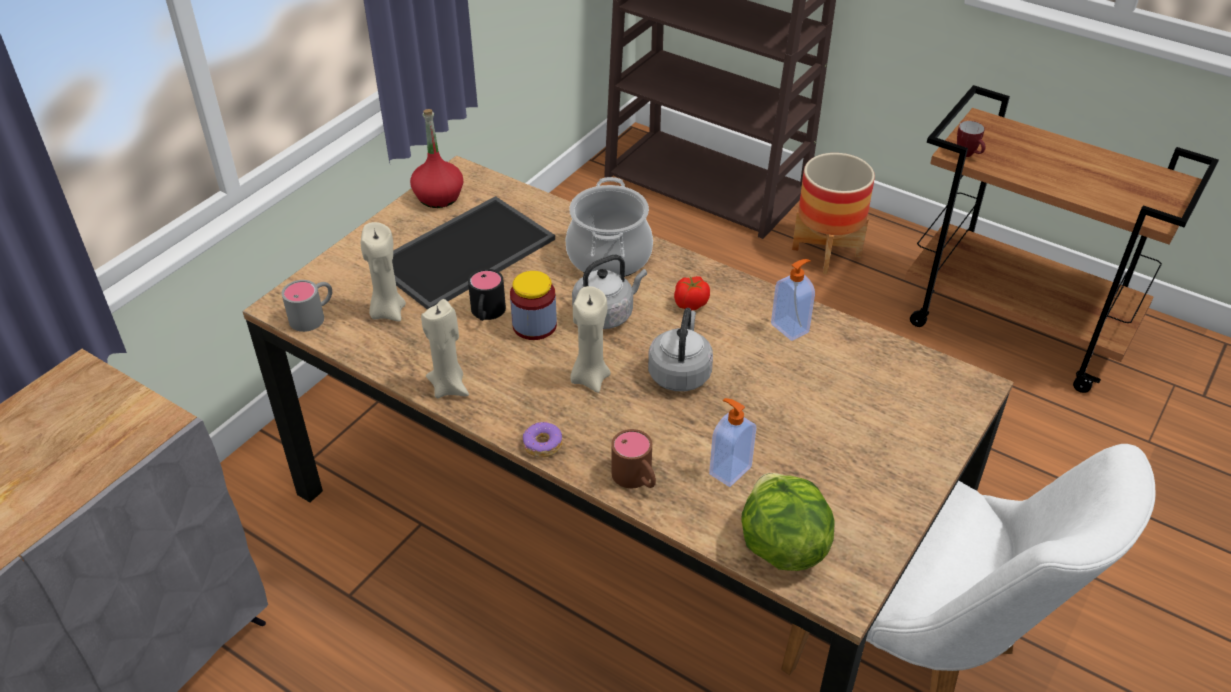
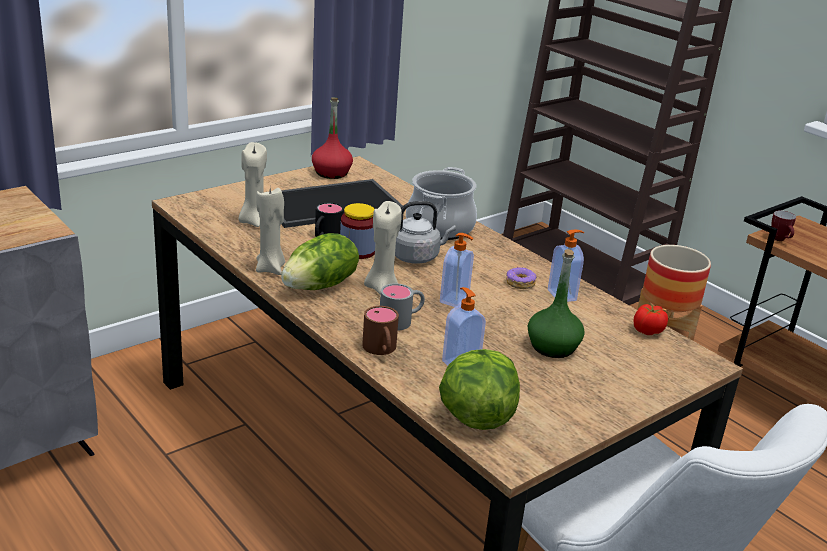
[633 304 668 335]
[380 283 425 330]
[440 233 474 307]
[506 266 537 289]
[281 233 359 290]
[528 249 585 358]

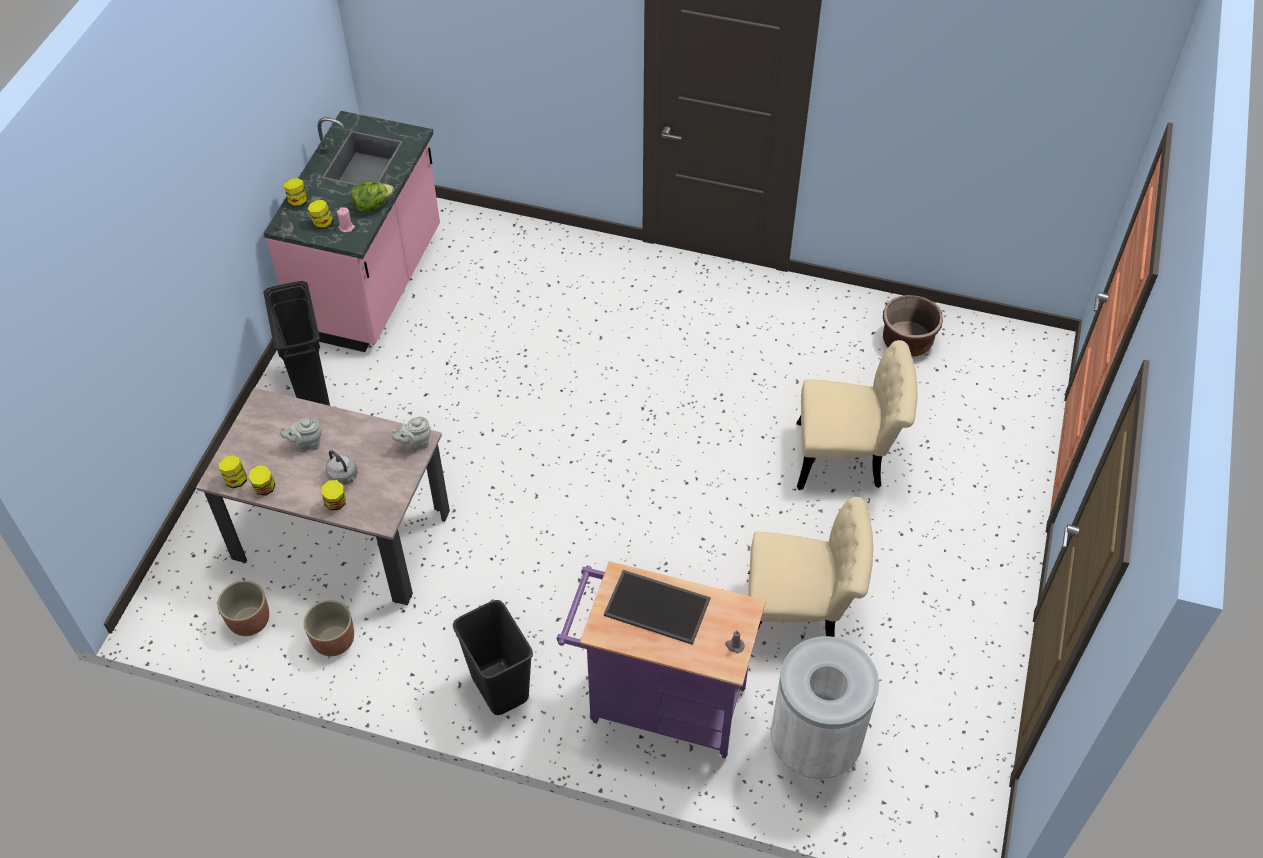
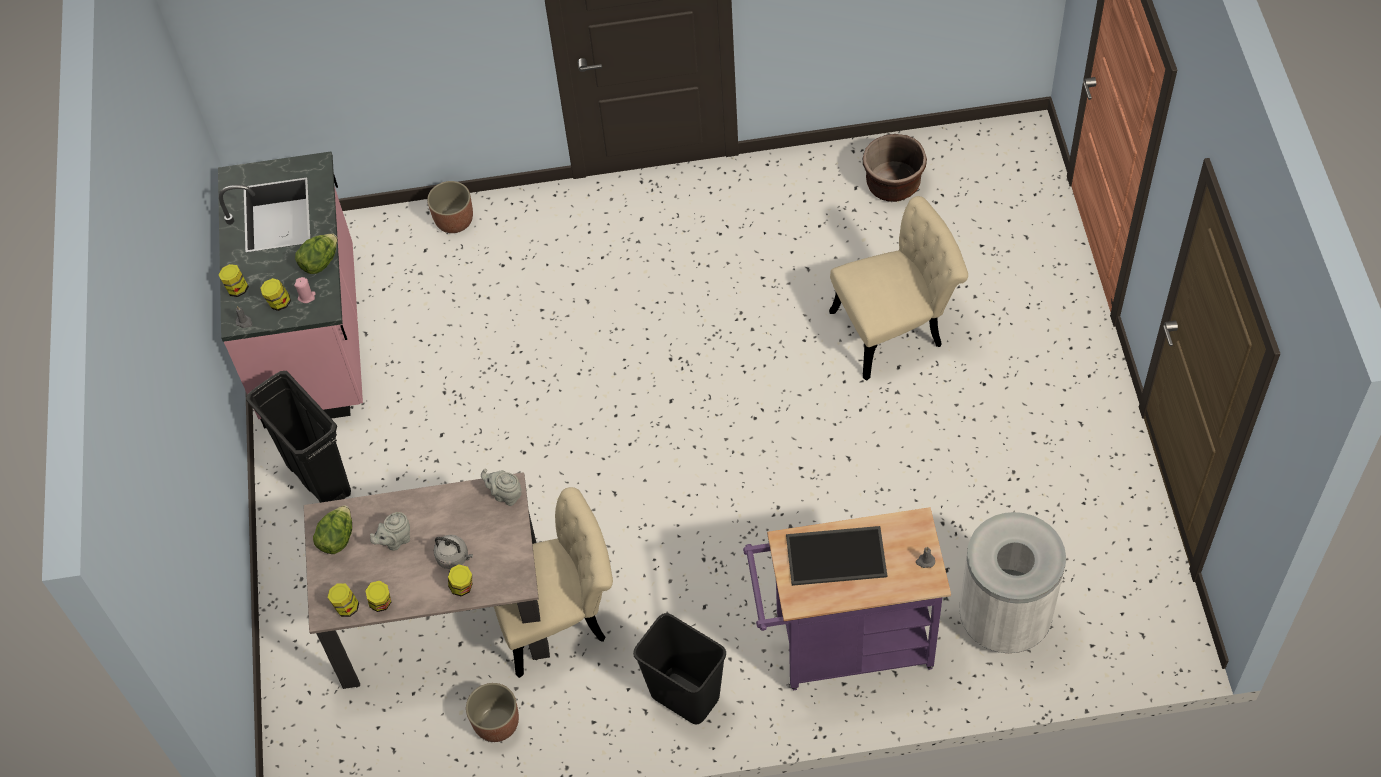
[481 469 522 506]
[494 487 613 678]
[427 181 473 233]
[313 505 352 554]

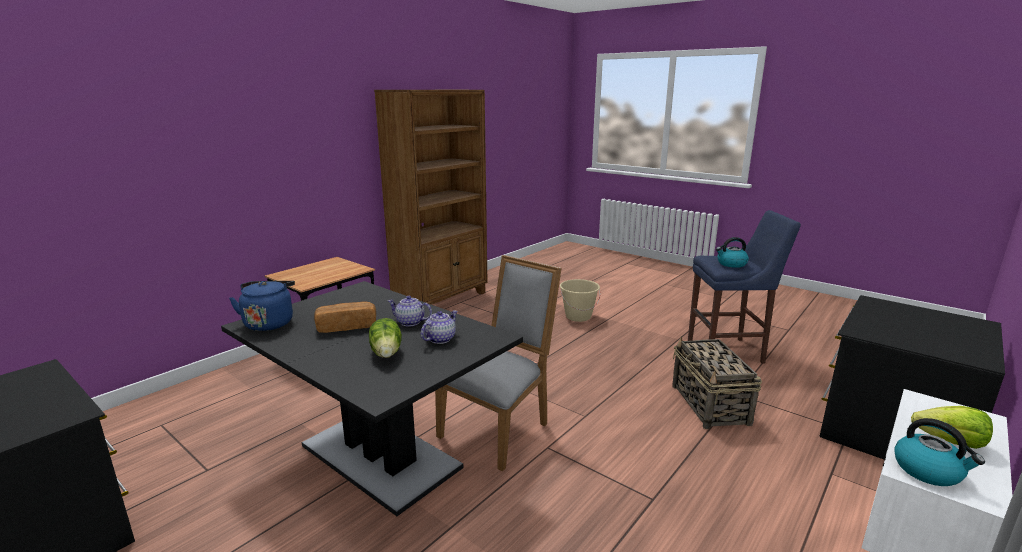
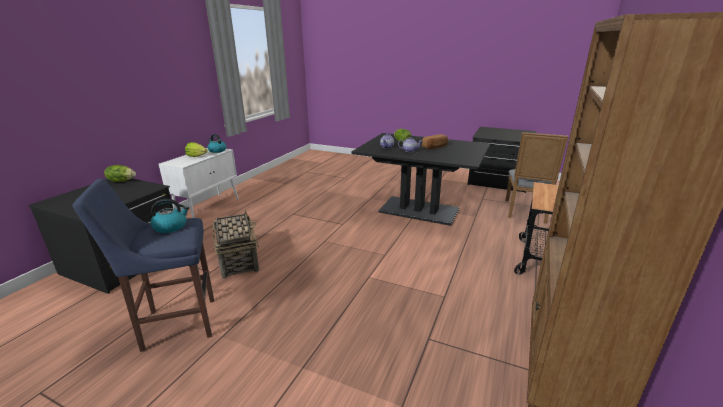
[506 132 568 223]
[560 279 600 322] (first image)
[229 281 295 331] (first image)
[104 165 136 182]

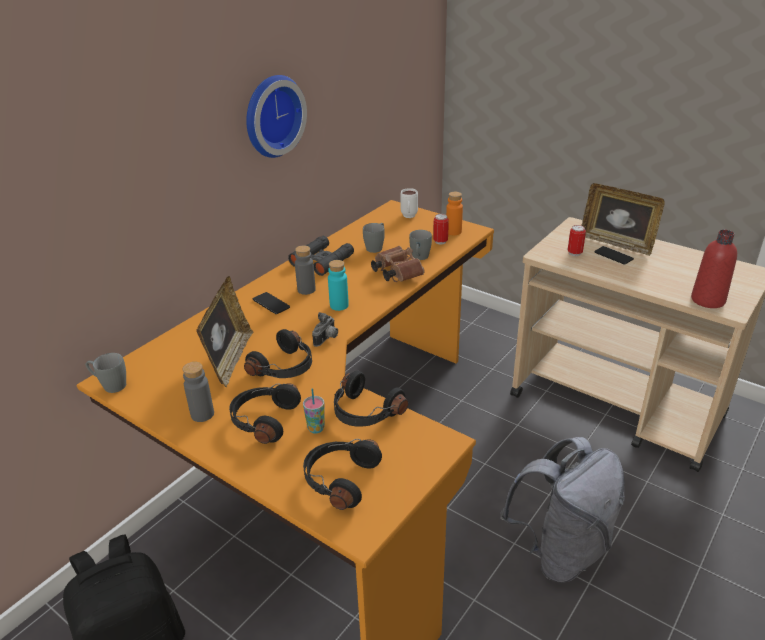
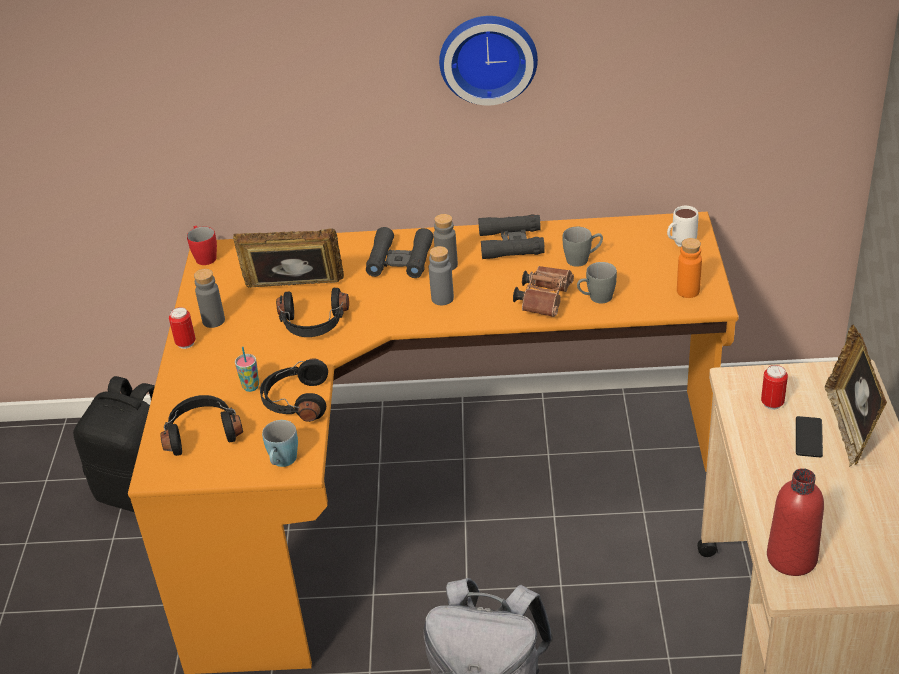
[169 307 196 349]
[429 246 454 305]
[233 229 344 288]
[366 227 434 278]
[312 312 338 347] (first image)
[187 226 217 265]
[229 383 301 444] (first image)
[262 420 298 467]

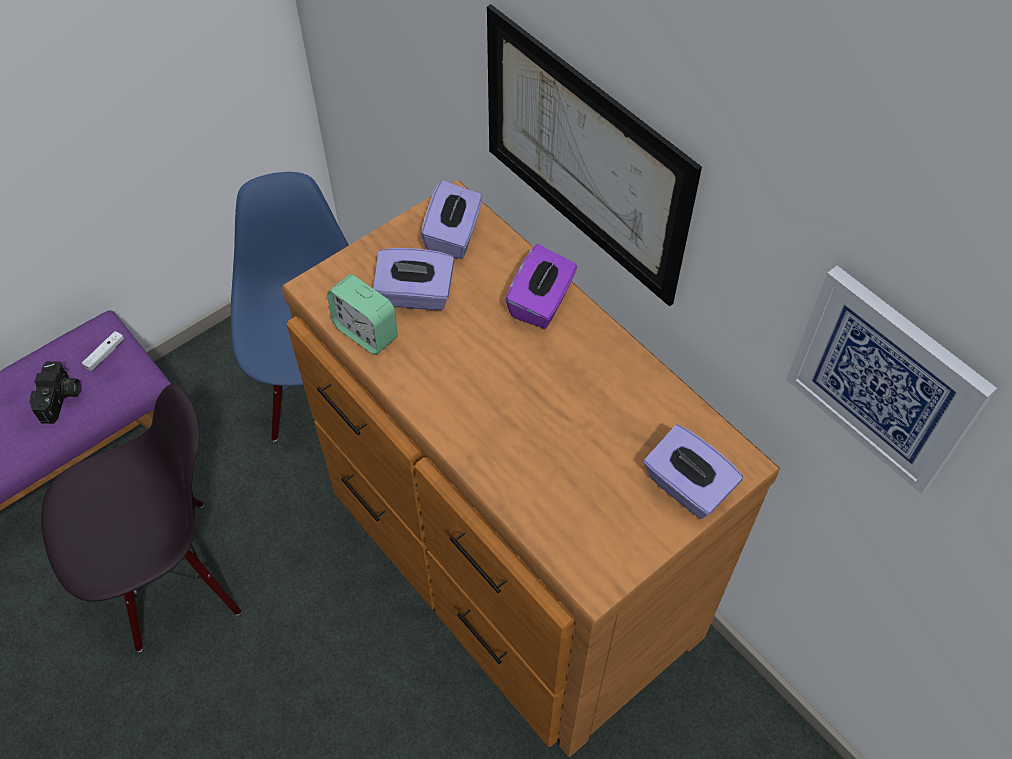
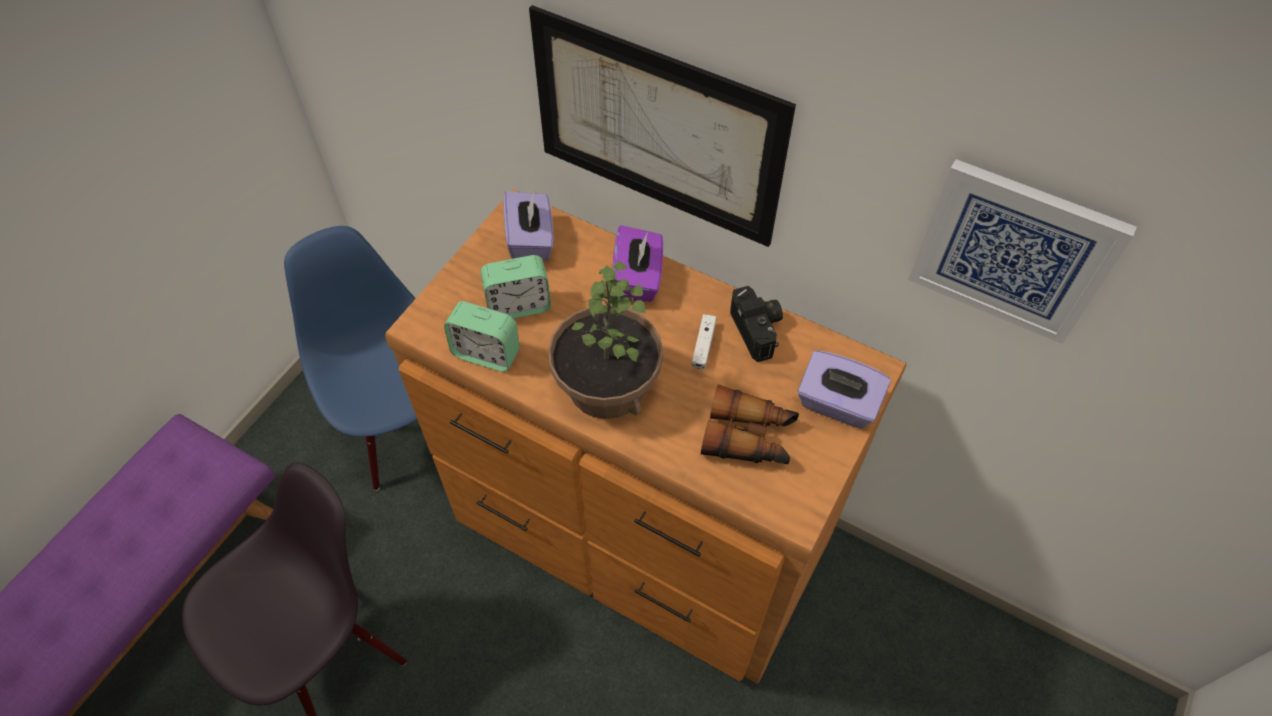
[480 255 551 318]
[692 314 717 369]
[730 286 783 362]
[548 260 663 419]
[701 384 799 464]

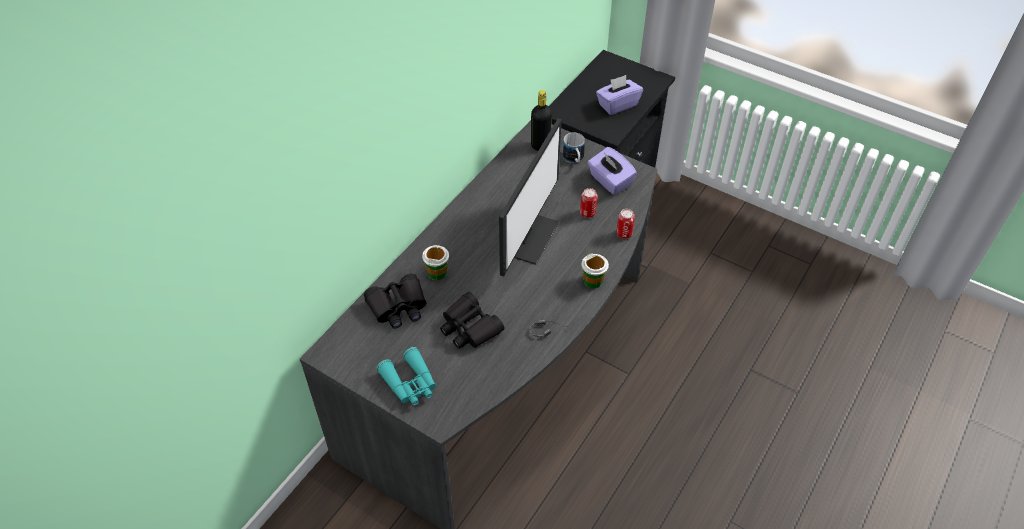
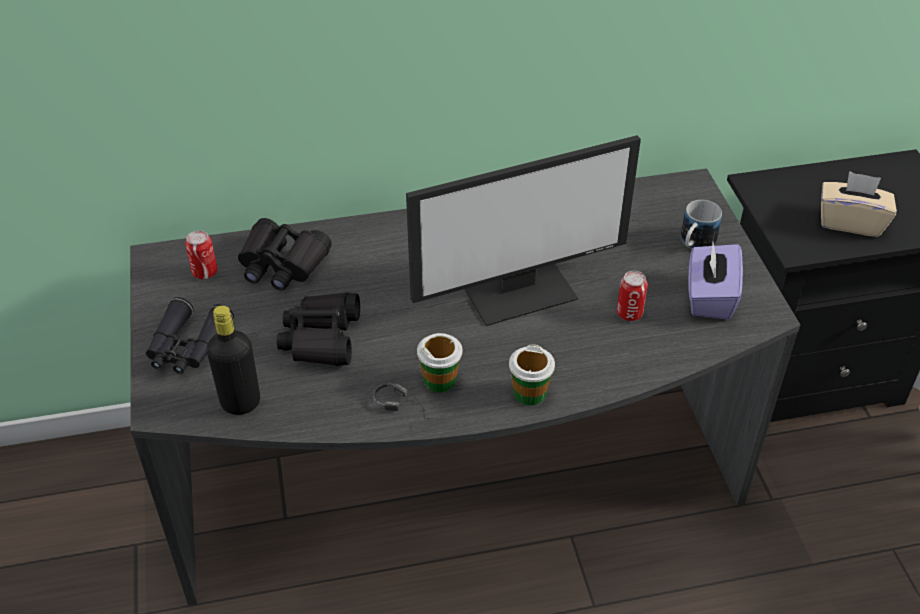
[821 171 897 237]
[206 305 260 415]
[185 230 218 279]
[417 333 462 392]
[146 297 234 374]

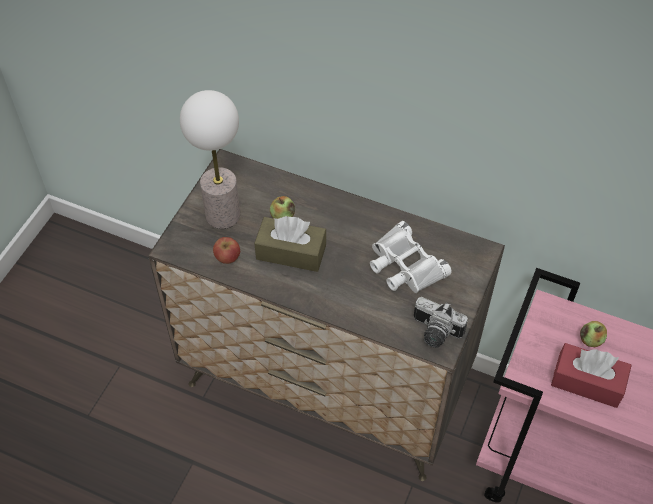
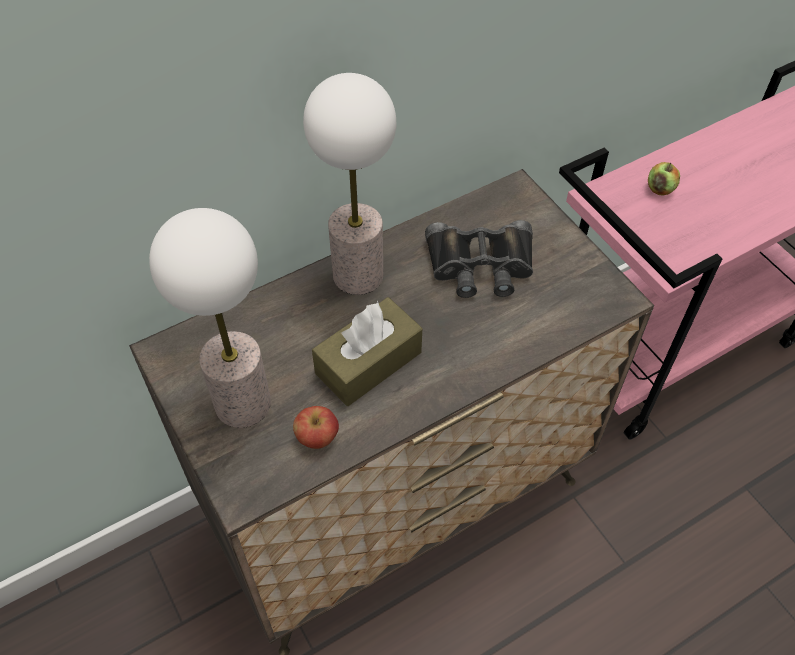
[270 196 295 219] (first image)
[425 220 533 298]
[414 297 468 348] (first image)
[551 343 632 408] (first image)
[303 73 396 295]

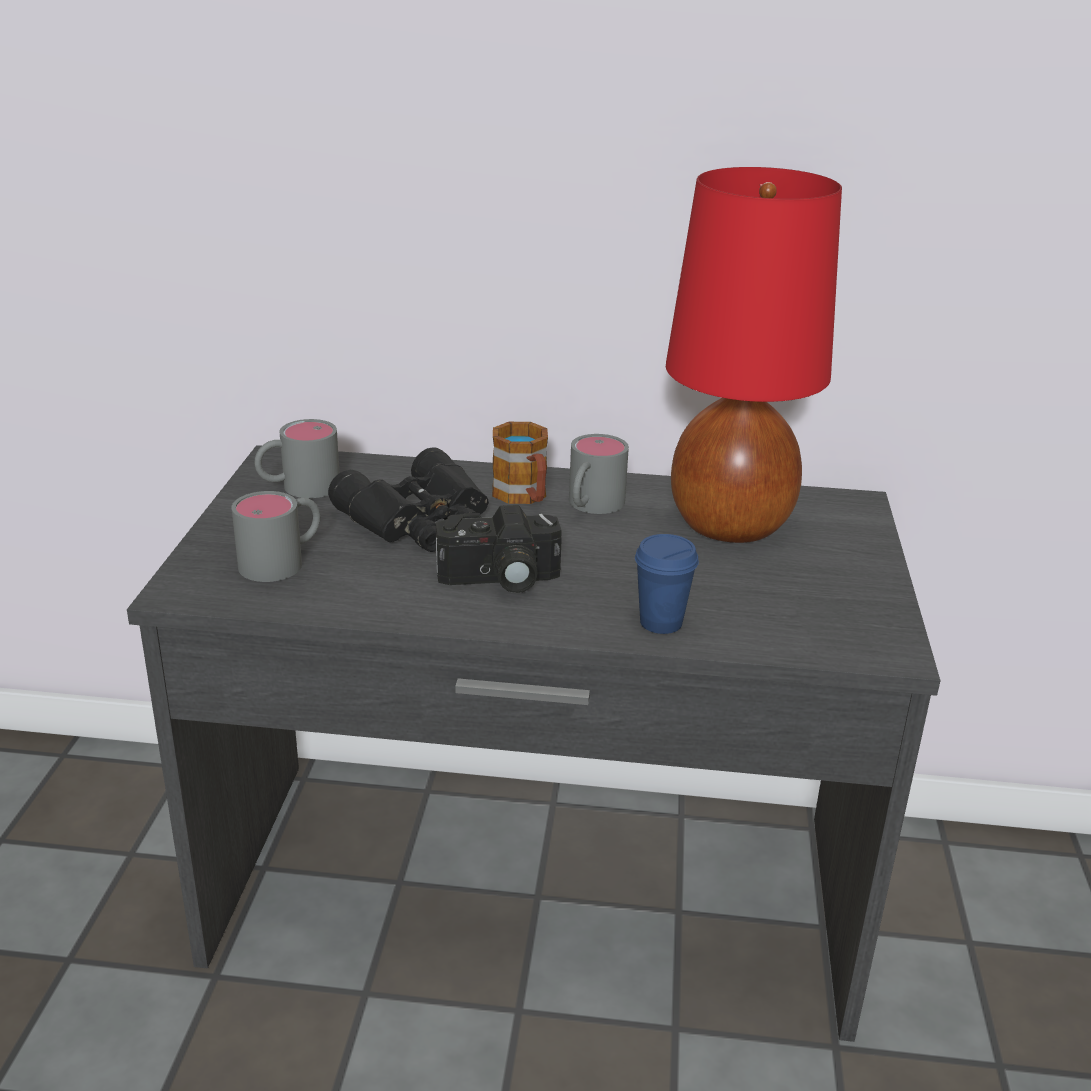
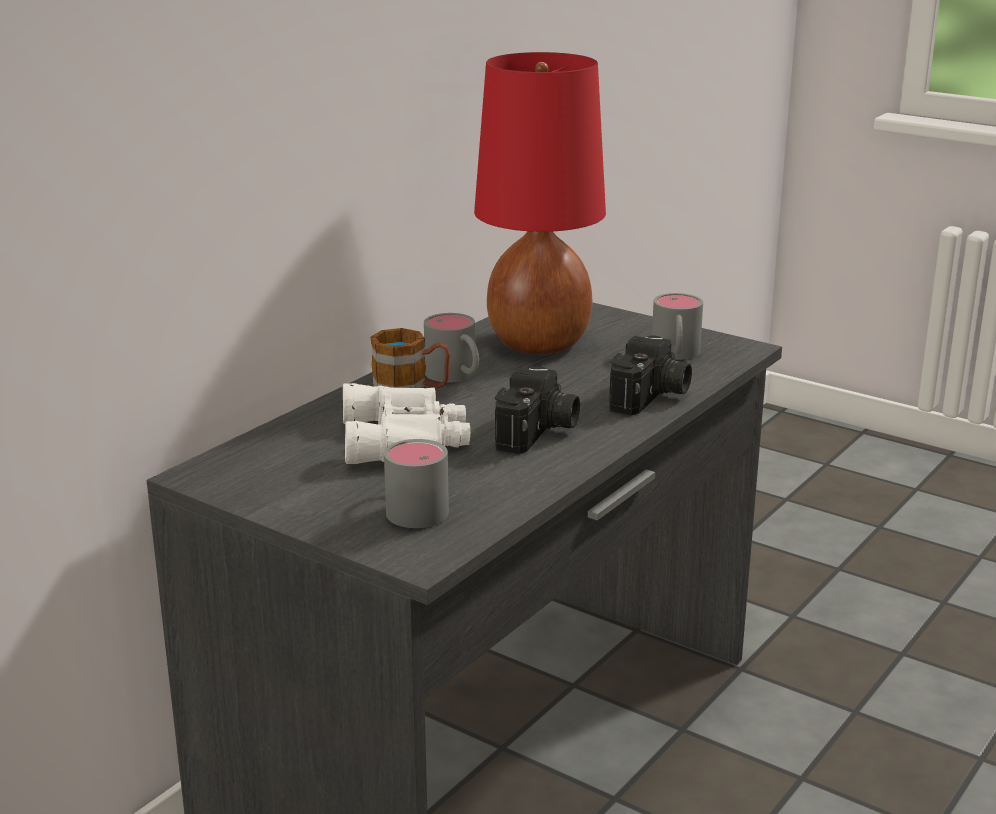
[652 293 703 360]
[343 383 470 464]
[609 335 692 416]

